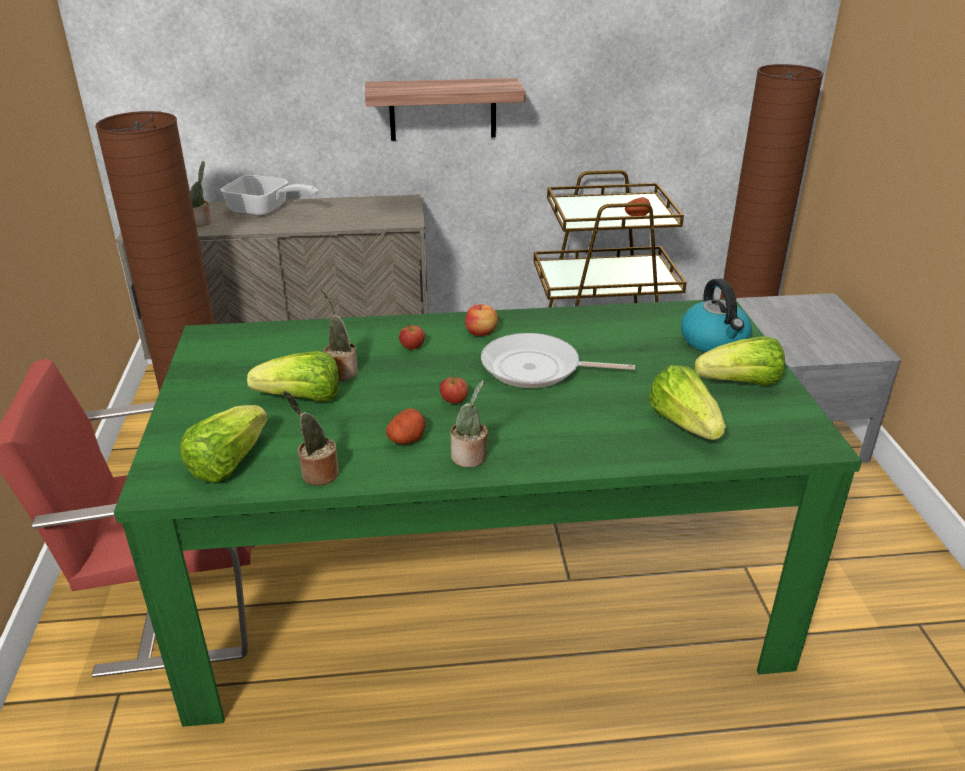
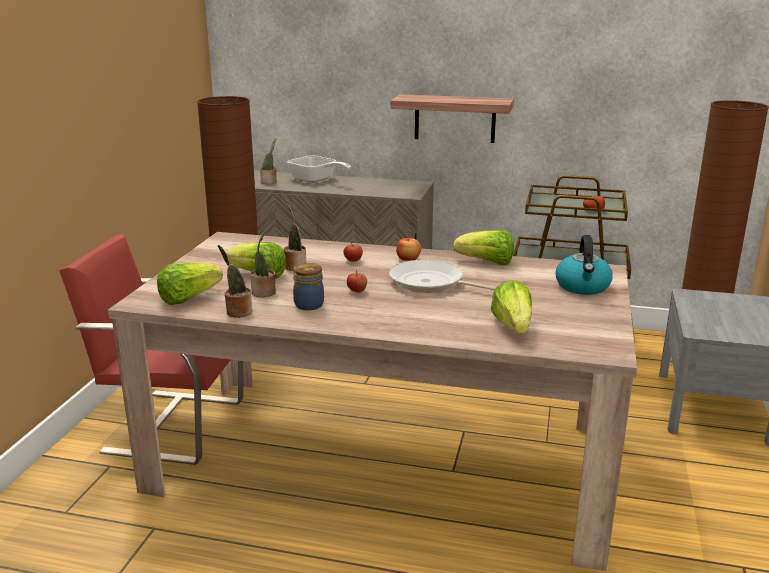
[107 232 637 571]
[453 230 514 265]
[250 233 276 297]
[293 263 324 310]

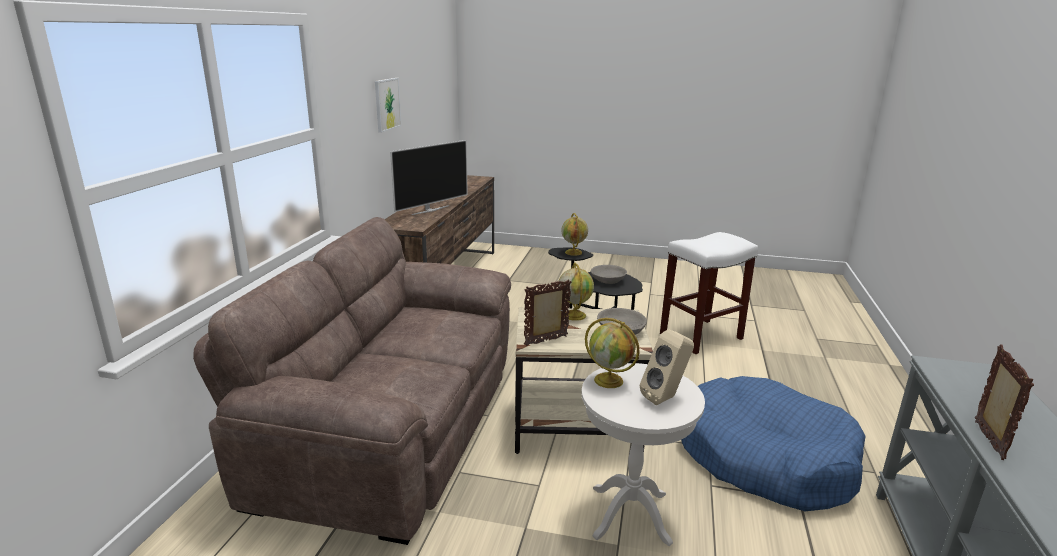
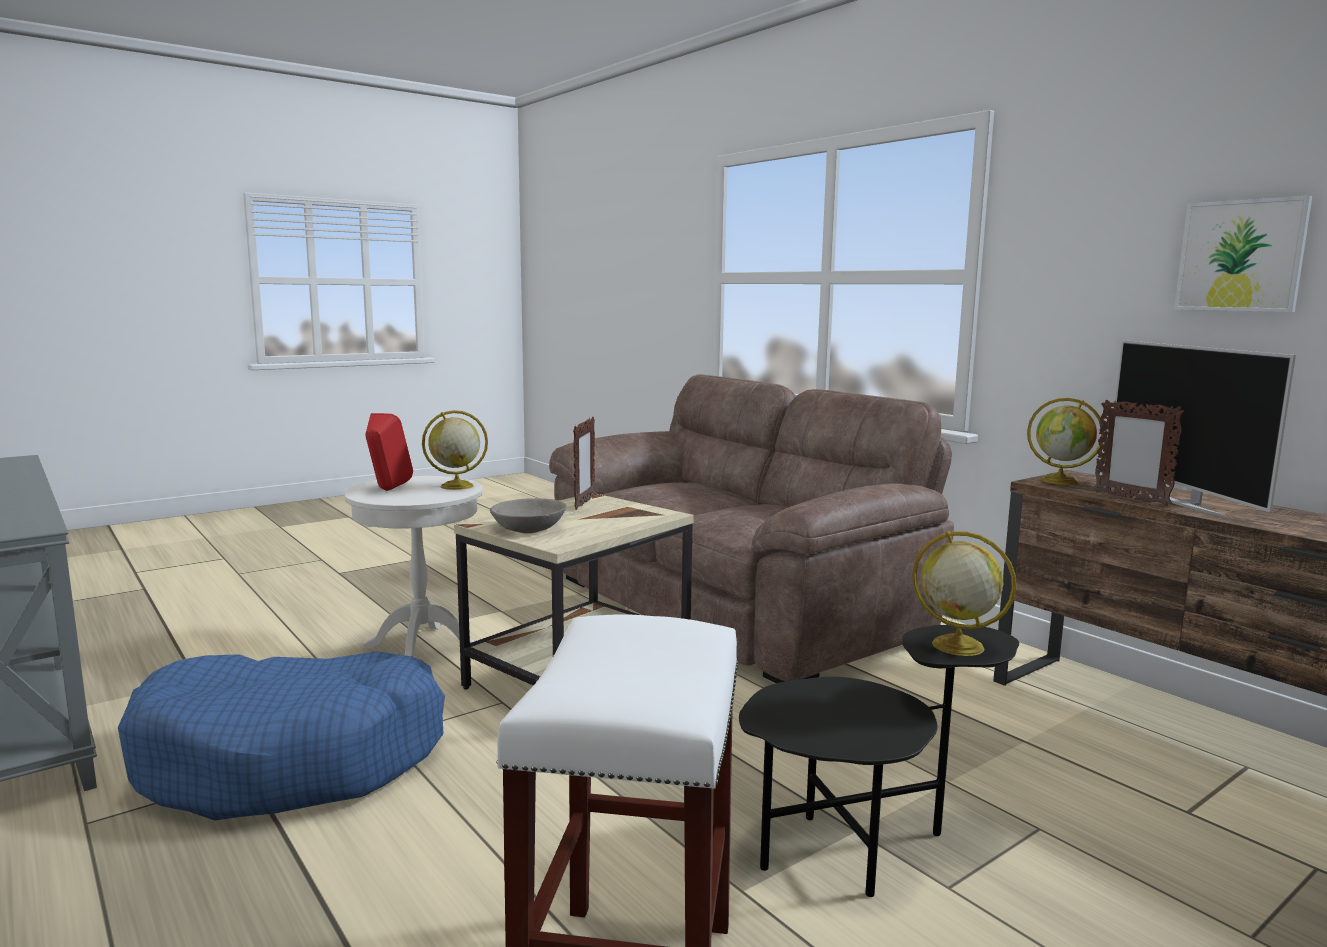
[1027 398 1103 485]
[591 265 627 284] (first image)
[365 413 413 491]
[1094 400 1184 506]

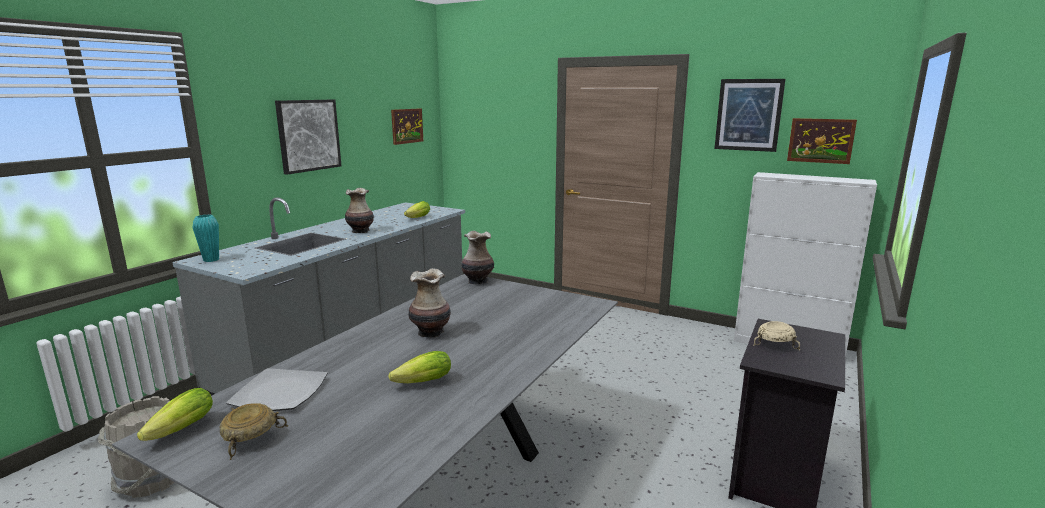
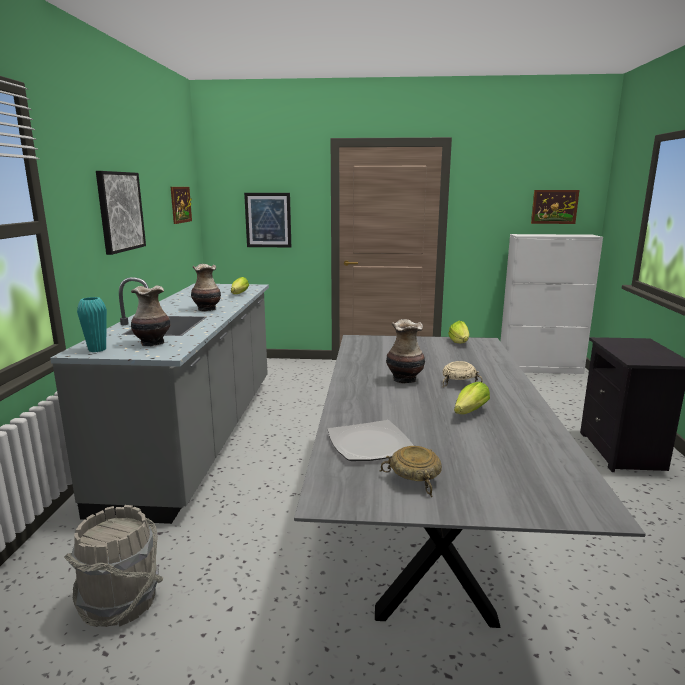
[244 193 291 247]
[131 285 171 346]
[442 361 483 388]
[448 321 470 343]

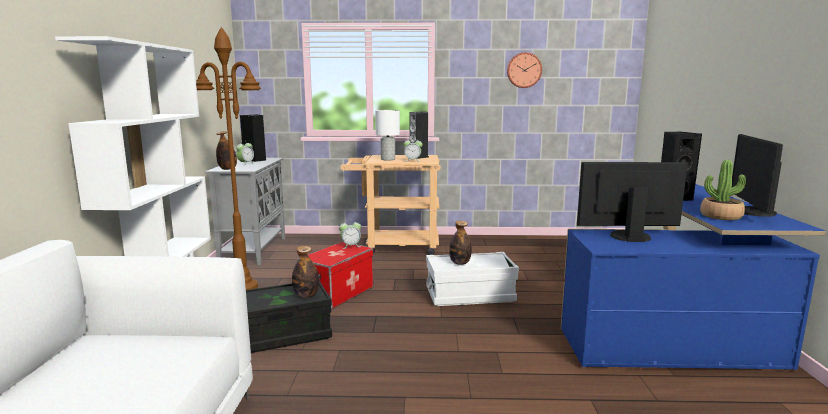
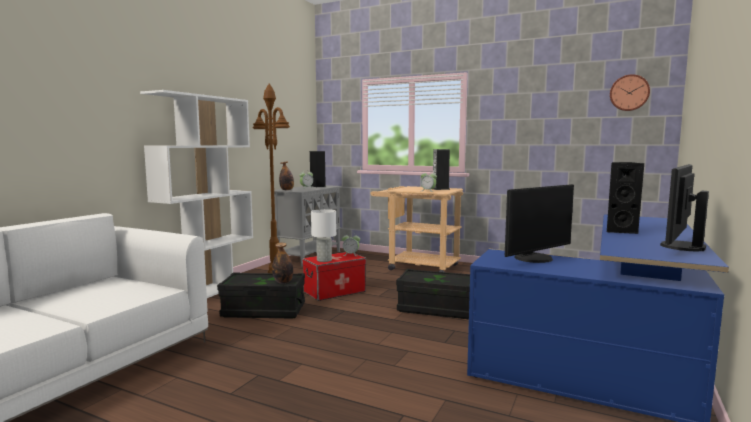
[610 74 650 111]
[311 209 336 262]
[700 160 746 220] (first image)
[505 184 574 263]
[449 221 472 265] (first image)
[396 269 470 319]

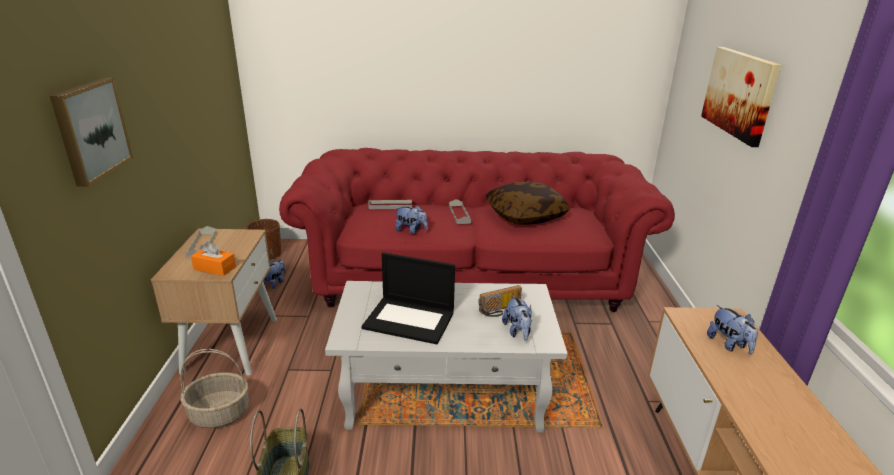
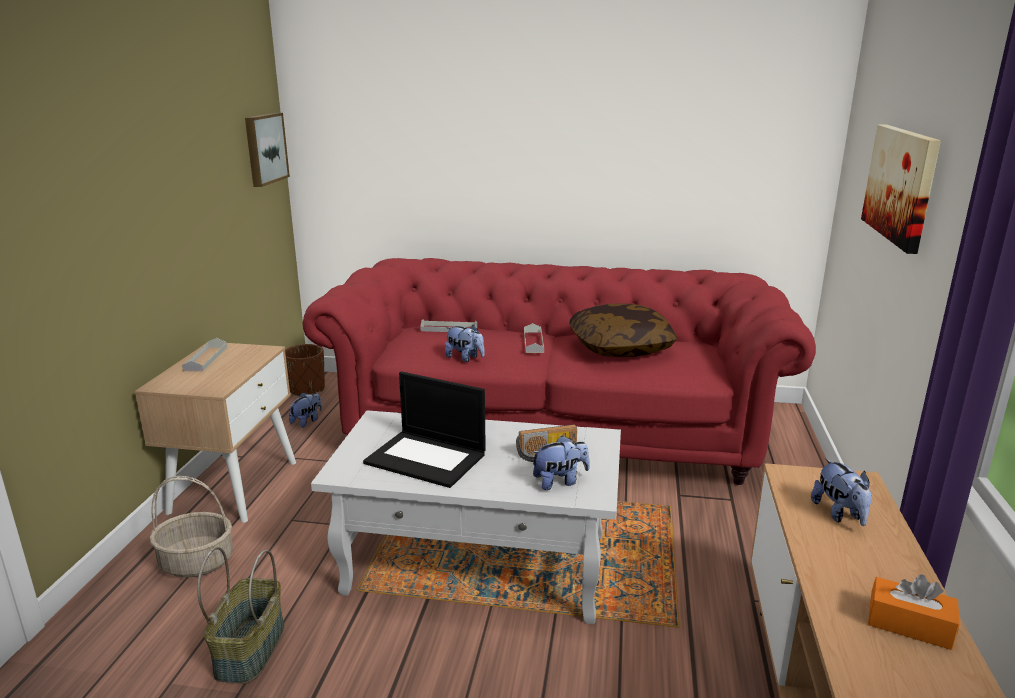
[245 113 290 187]
[868 574 960 650]
[532 436 590 490]

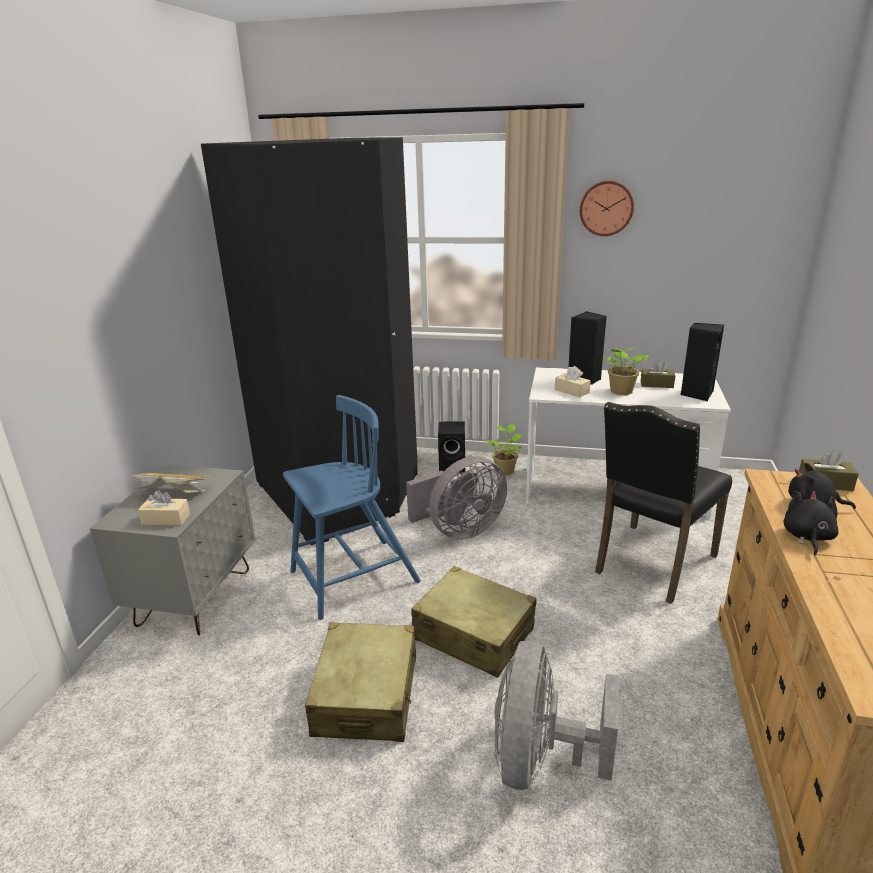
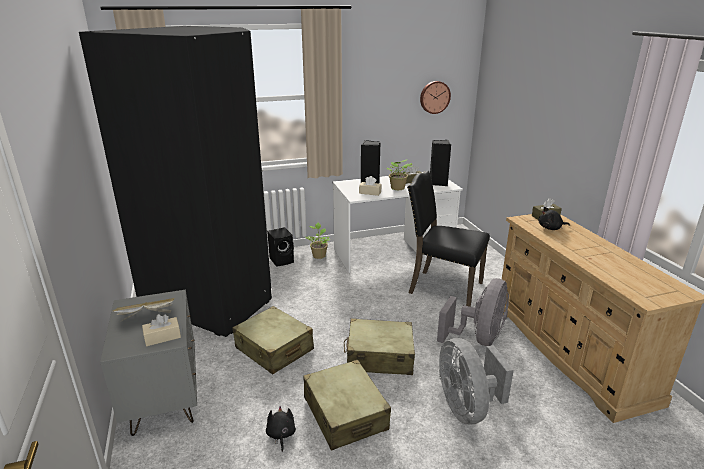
[420 81 451 114]
[232 306 314 374]
[407 171 490 307]
[437 278 509 346]
[266 406 296 452]

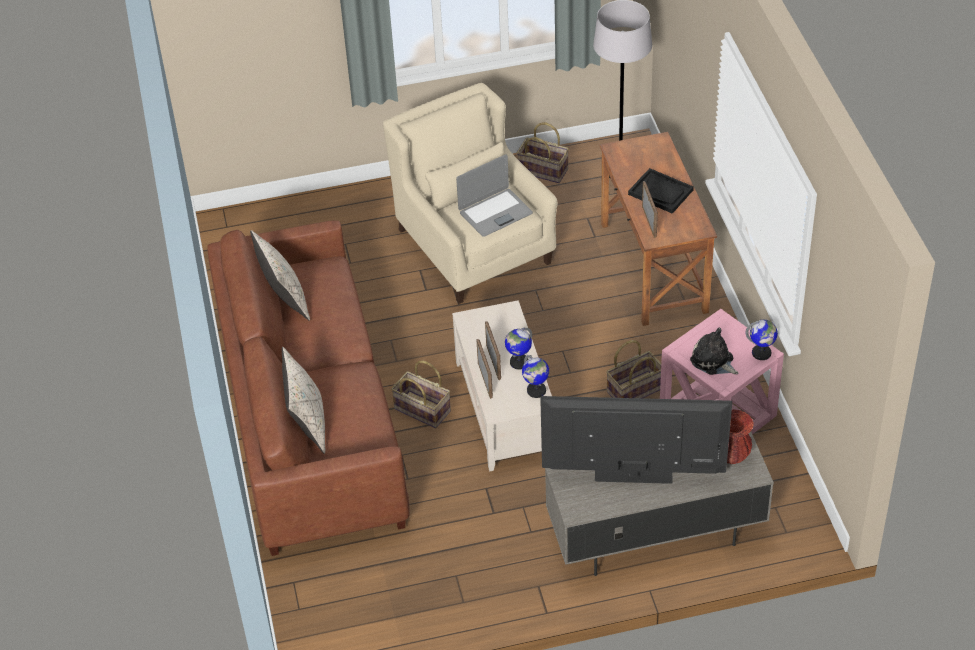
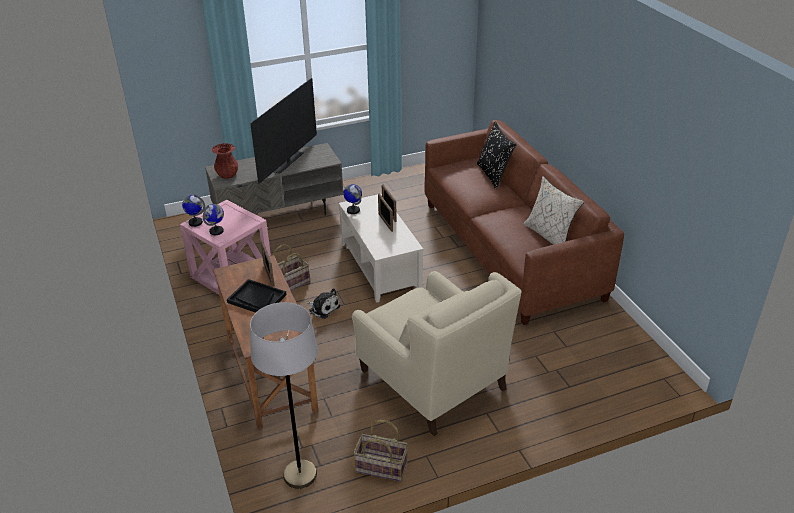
[456 154 533 237] (first image)
[203 204 224 235]
[306 288 340 319]
[477 121 517 189]
[391 360 451 428] (first image)
[250 78 317 184]

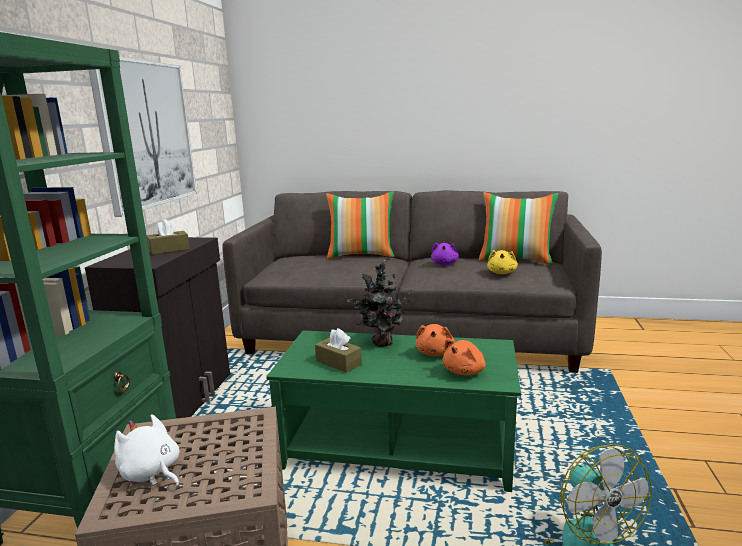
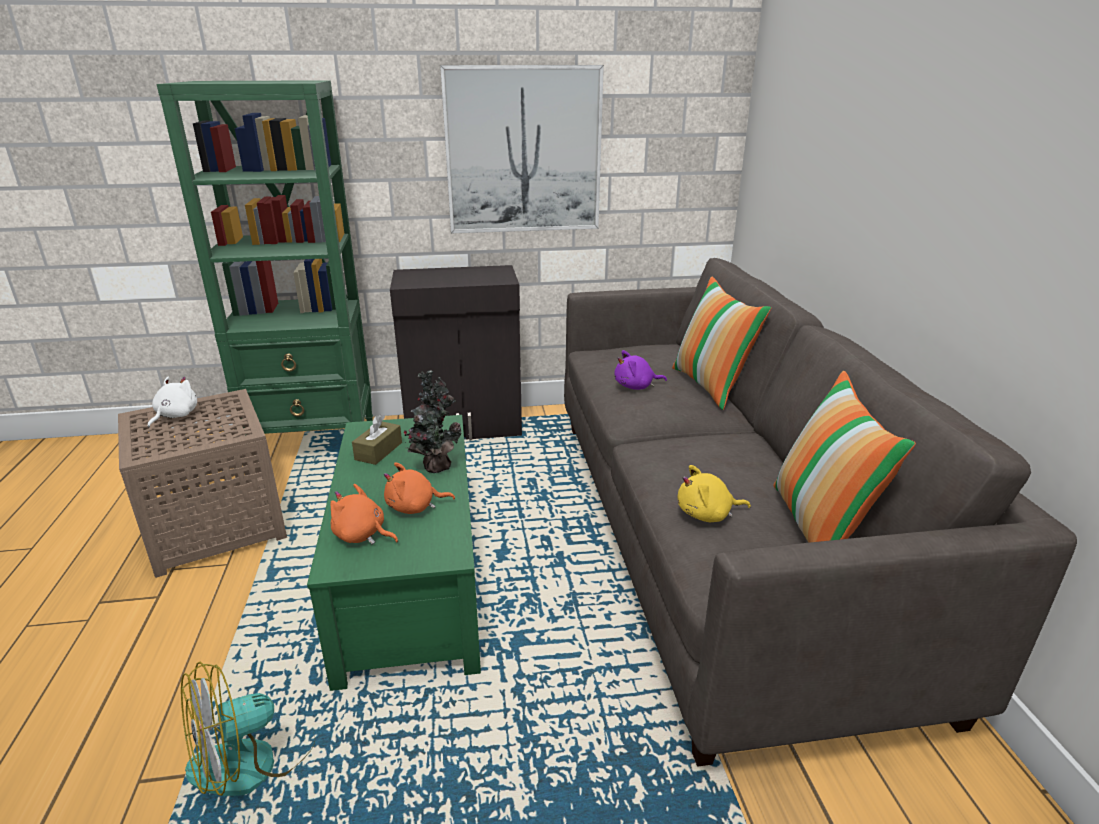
[147 219 190 255] (first image)
[615 350 667 390]

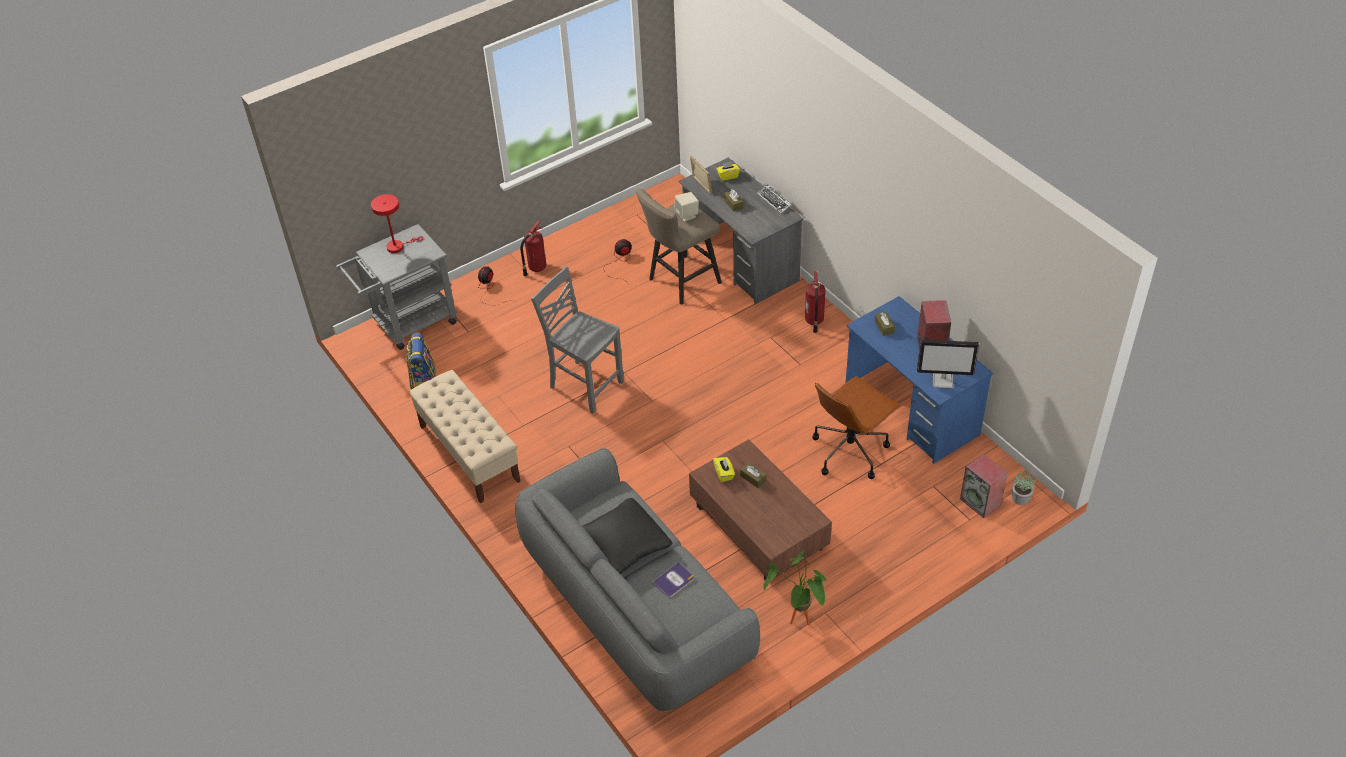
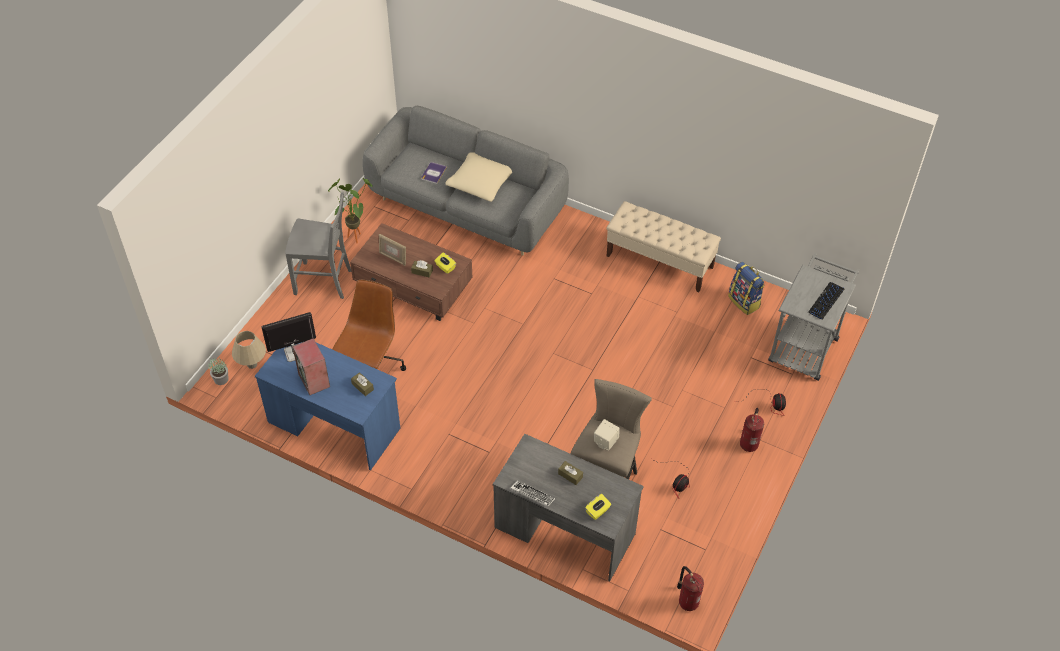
[379 234 406 266]
[808 282 845 319]
[285 192 351 299]
[677 566 704 611]
[232 331 266 369]
[446 152 512 202]

